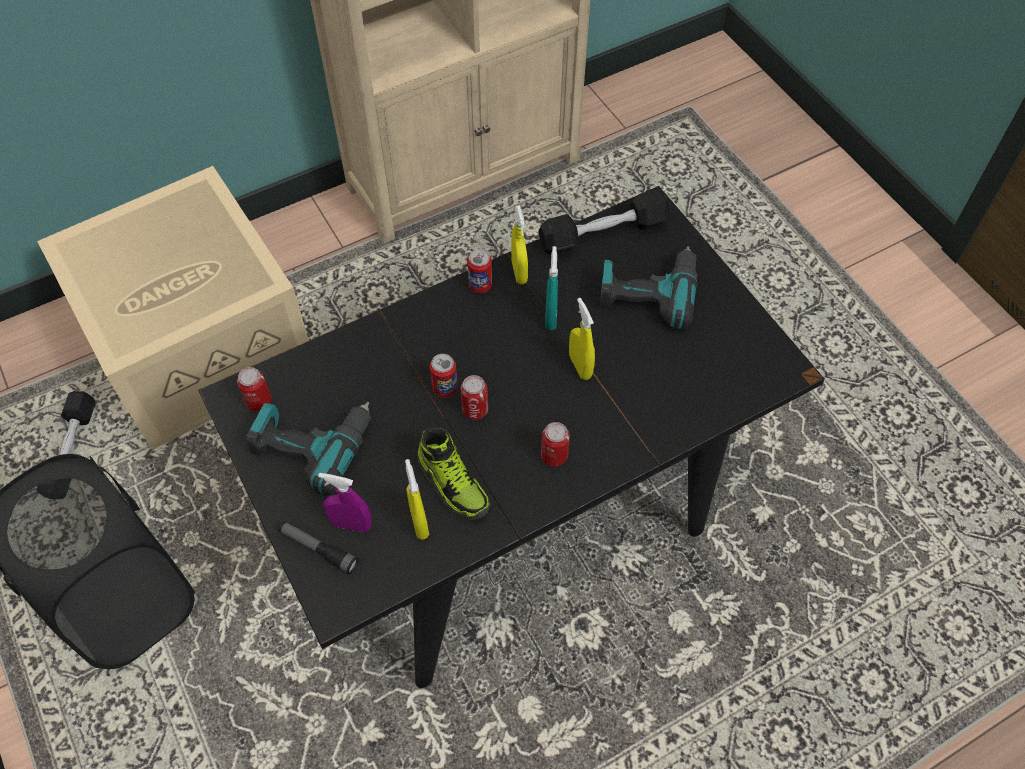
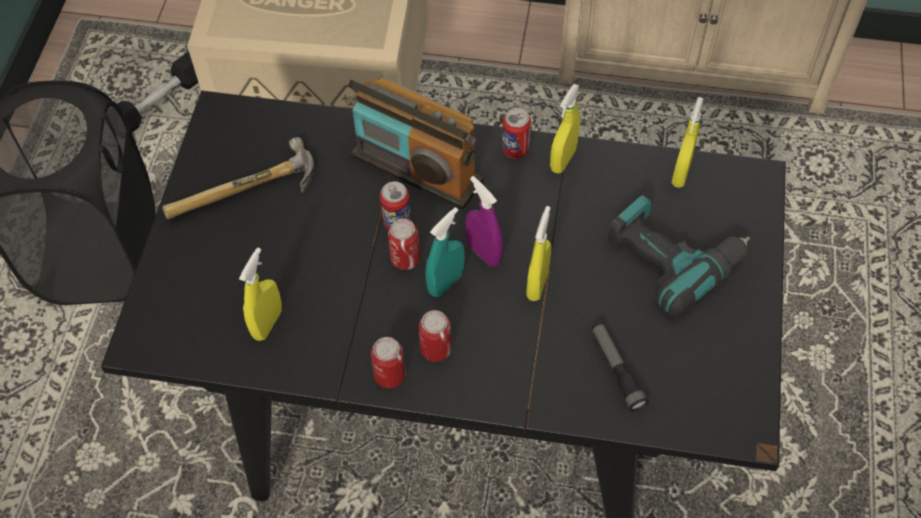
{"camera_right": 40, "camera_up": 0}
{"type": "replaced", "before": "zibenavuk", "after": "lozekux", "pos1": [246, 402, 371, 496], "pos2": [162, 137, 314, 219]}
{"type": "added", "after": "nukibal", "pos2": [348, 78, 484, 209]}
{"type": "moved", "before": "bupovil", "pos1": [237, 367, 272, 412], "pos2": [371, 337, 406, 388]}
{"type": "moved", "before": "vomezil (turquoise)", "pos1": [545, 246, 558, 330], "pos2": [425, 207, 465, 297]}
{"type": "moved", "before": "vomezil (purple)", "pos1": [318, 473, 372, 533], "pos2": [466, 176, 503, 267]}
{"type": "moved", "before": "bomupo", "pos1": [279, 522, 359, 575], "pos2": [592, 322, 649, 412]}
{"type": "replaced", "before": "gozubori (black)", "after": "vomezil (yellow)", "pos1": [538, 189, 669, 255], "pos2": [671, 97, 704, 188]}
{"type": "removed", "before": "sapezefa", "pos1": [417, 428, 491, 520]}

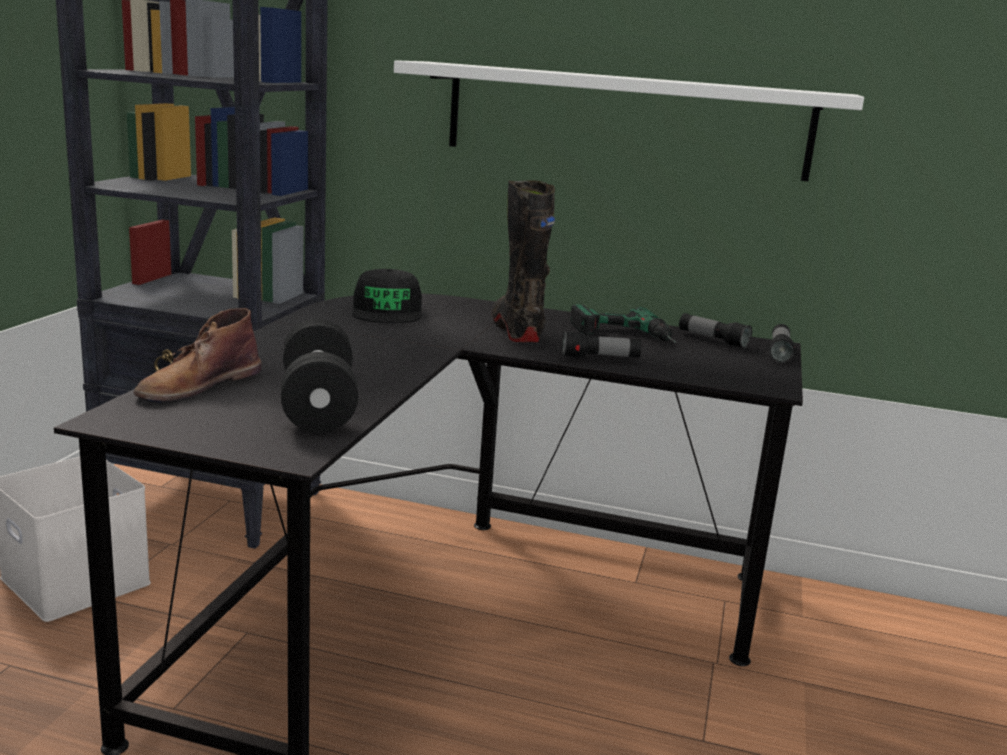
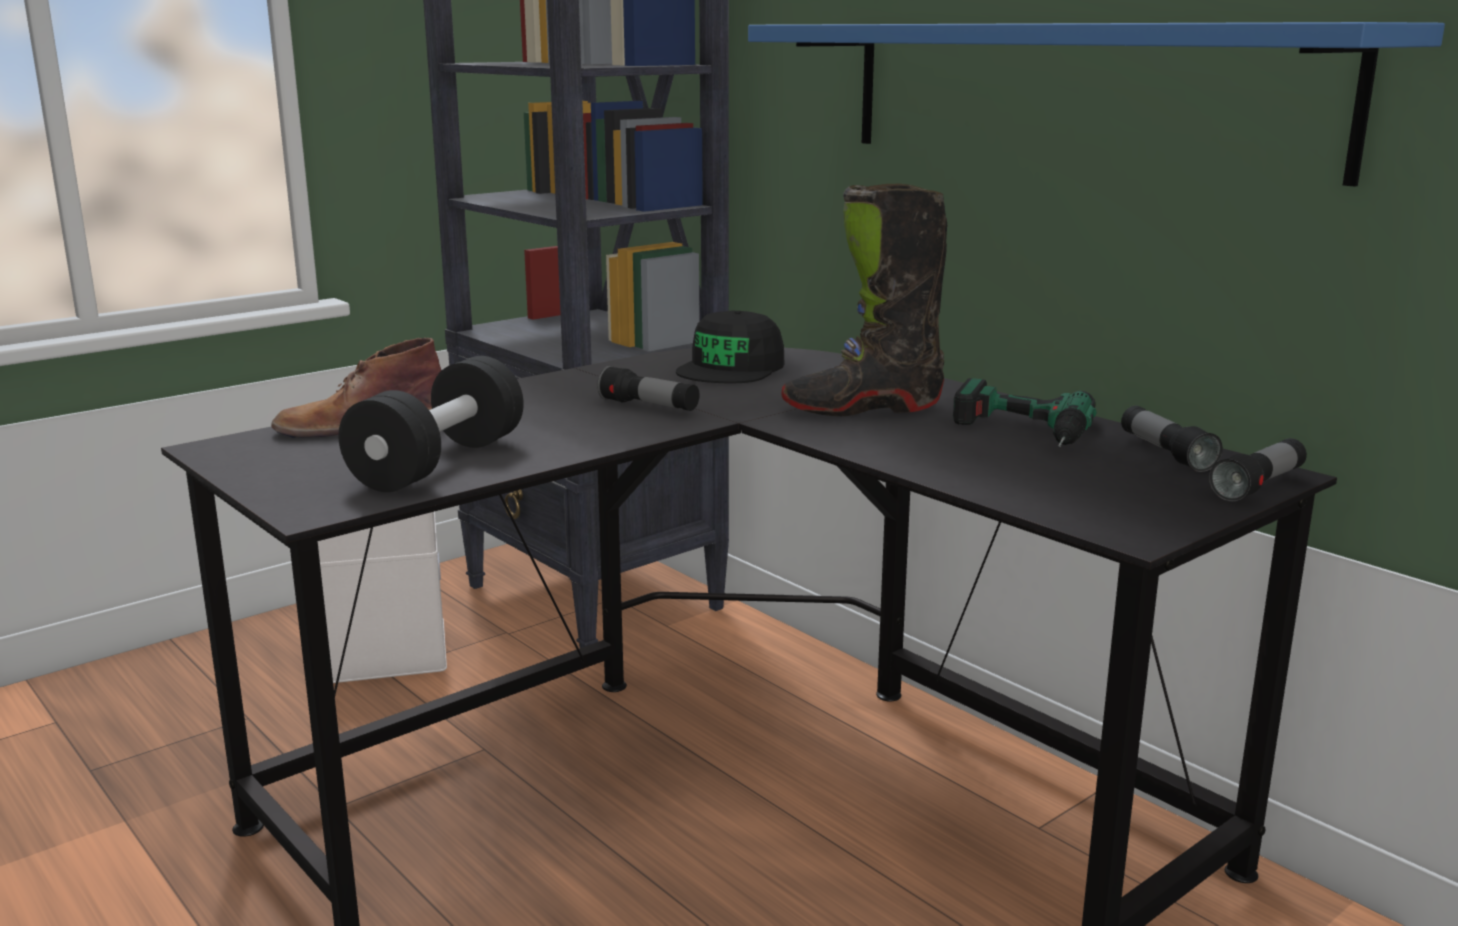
{"camera_right": 35, "camera_up": 0}
{"type": "moved", "before": "bomupo", "pos1": [562, 331, 642, 358], "pos2": [597, 366, 699, 411]}
{"type": "recoloured", "before": "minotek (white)", "after": "minotek (blue)", "pos1": [394, 60, 864, 181], "pos2": [748, 22, 1445, 187]}
{"type": "turned", "before": "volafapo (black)", "pos1": [491, 181, 555, 342], "pos2": [781, 184, 948, 416], "turn": -120}

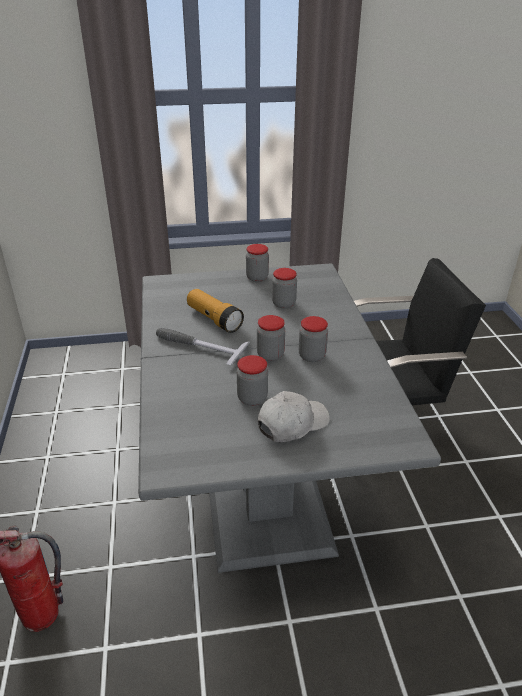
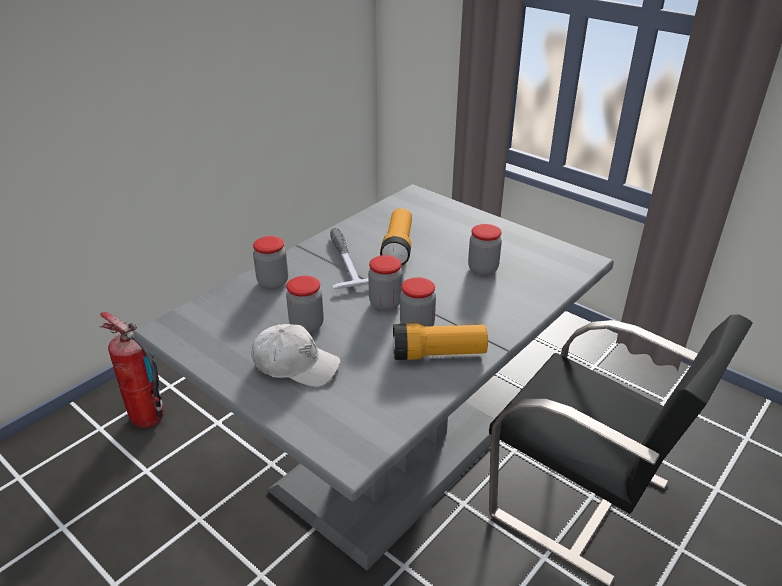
{"camera_right": 50, "camera_up": 0}
{"type": "moved", "before": "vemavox", "pos1": [246, 244, 269, 282], "pos2": [253, 236, 288, 289]}
{"type": "added", "after": "bomupo", "pos2": [393, 323, 488, 360]}

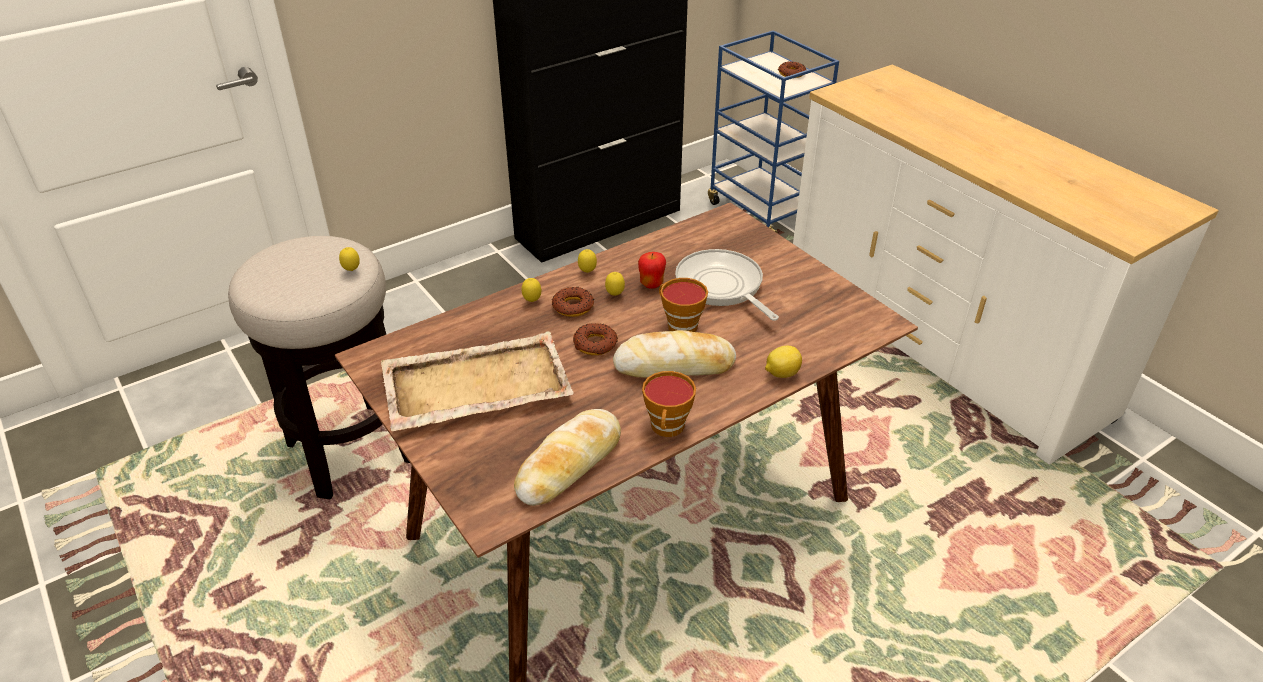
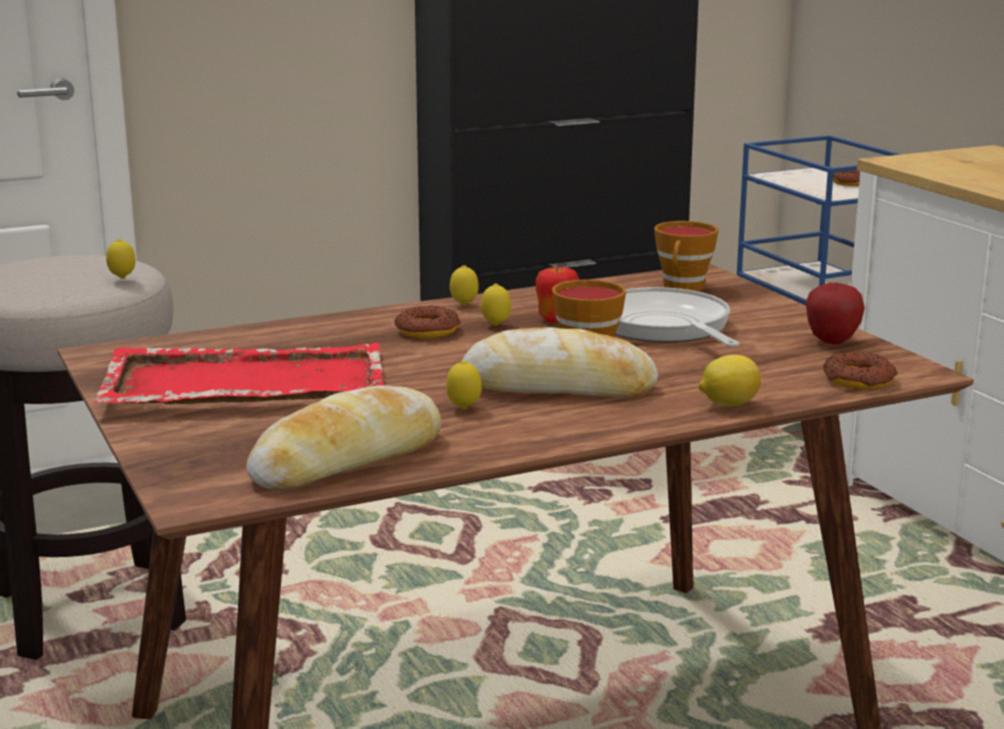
{"camera_right": 10, "camera_up": -20}
{"type": "recoloured", "before": "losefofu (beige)", "after": "losefofu (red)", "pos1": [381, 331, 574, 431], "pos2": [92, 343, 384, 404]}
{"type": "moved", "before": "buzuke", "pos1": [522, 278, 541, 302], "pos2": [446, 361, 482, 409]}
{"type": "moved", "before": "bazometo", "pos1": [642, 371, 696, 437], "pos2": [654, 221, 719, 291]}
{"type": "added", "after": "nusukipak", "pos2": [806, 282, 865, 344]}
{"type": "moved", "before": "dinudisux", "pos1": [573, 323, 618, 355], "pos2": [823, 352, 897, 389]}

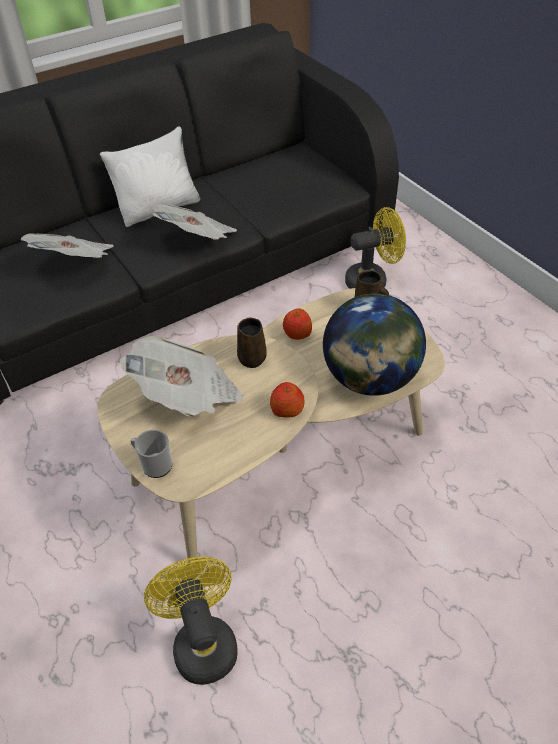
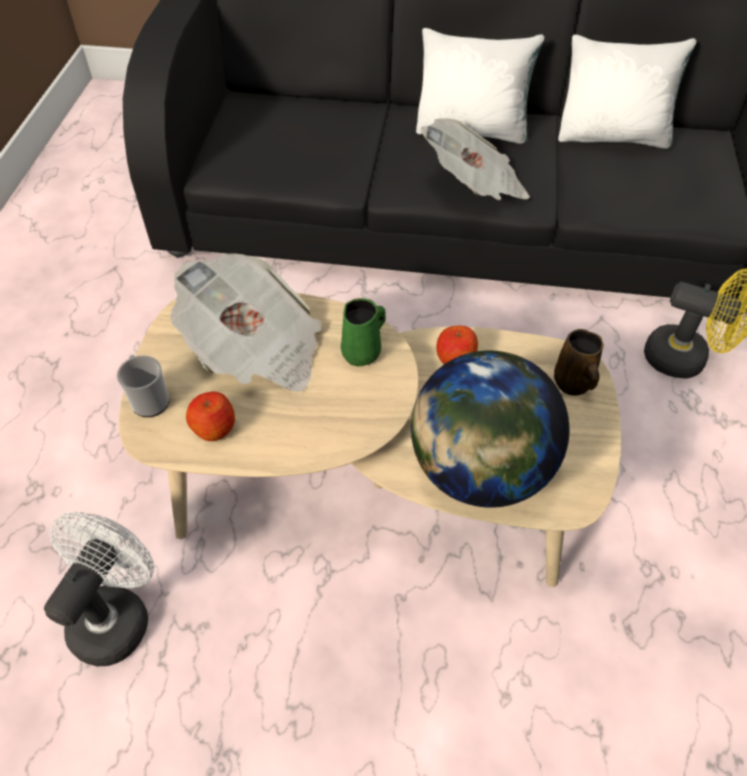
{"camera_right": 40, "camera_up": 5}
{"type": "recoloured", "before": "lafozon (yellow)", "after": "lafozon (white)", "pos1": [144, 557, 238, 685], "pos2": [44, 512, 154, 666]}
{"type": "moved", "before": "nusukipak", "pos1": [270, 382, 305, 418], "pos2": [186, 392, 235, 441]}
{"type": "recoloured", "before": "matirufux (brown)", "after": "matirufux (green)", "pos1": [237, 317, 267, 368], "pos2": [341, 298, 386, 367]}
{"type": "added", "after": "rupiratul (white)", "pos2": [558, 35, 696, 149]}
{"type": "removed", "before": "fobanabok", "pos1": [21, 233, 114, 258]}

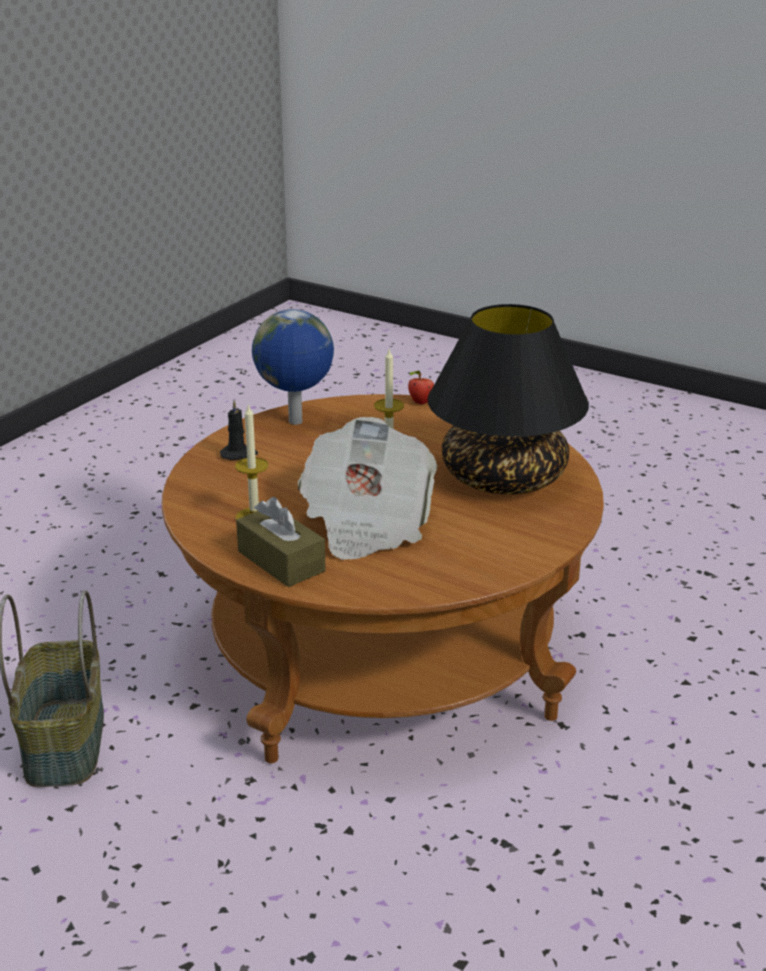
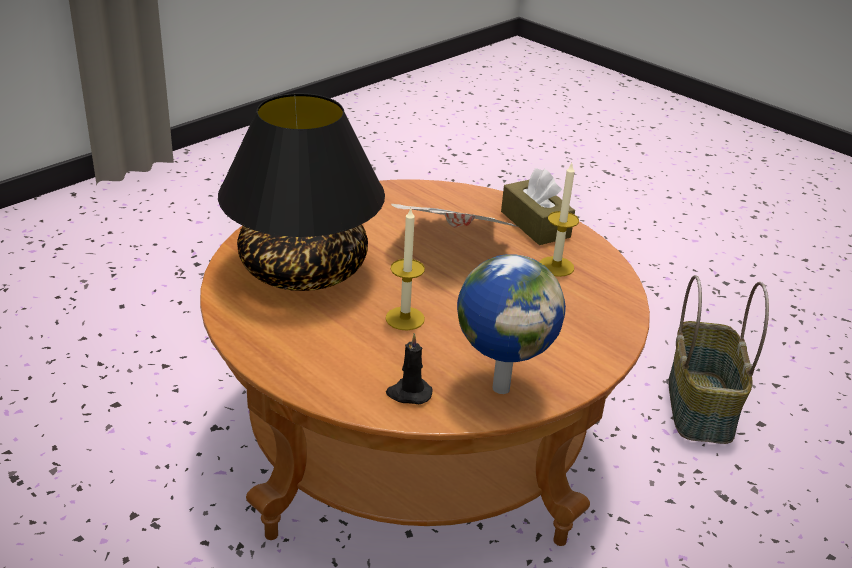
{"camera_right": -170, "camera_up": 5}
{"type": "moved", "before": "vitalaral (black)", "pos1": [220, 399, 258, 460], "pos2": [386, 333, 432, 404]}
{"type": "removed", "before": "nusukipak", "pos1": [408, 371, 434, 405]}

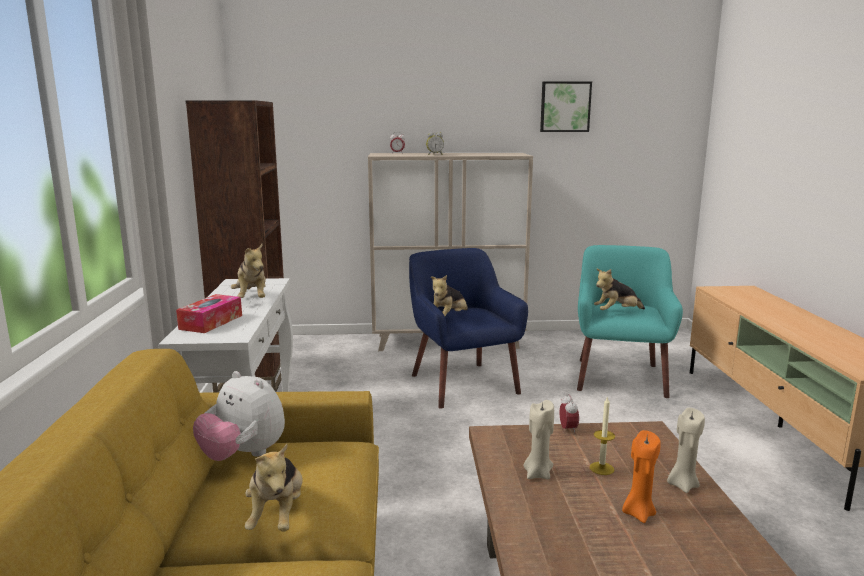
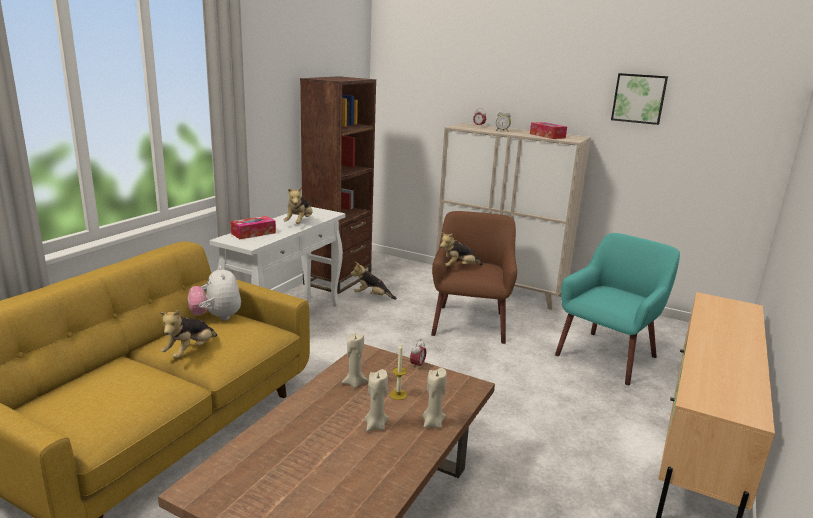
{"camera_right": 30, "camera_up": 5}
{"type": "moved", "before": "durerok", "pos1": [594, 269, 645, 310], "pos2": [351, 262, 397, 300]}
{"type": "recoloured", "before": "vitalaral (orange)", "after": "vitalaral (beige)", "pos1": [622, 430, 661, 523], "pos2": [365, 369, 388, 431]}
{"type": "recoloured", "before": "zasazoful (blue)", "after": "zasazoful (brown)", "pos1": [409, 248, 528, 409], "pos2": [431, 211, 517, 344]}
{"type": "added", "after": "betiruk", "pos2": [530, 122, 567, 139]}

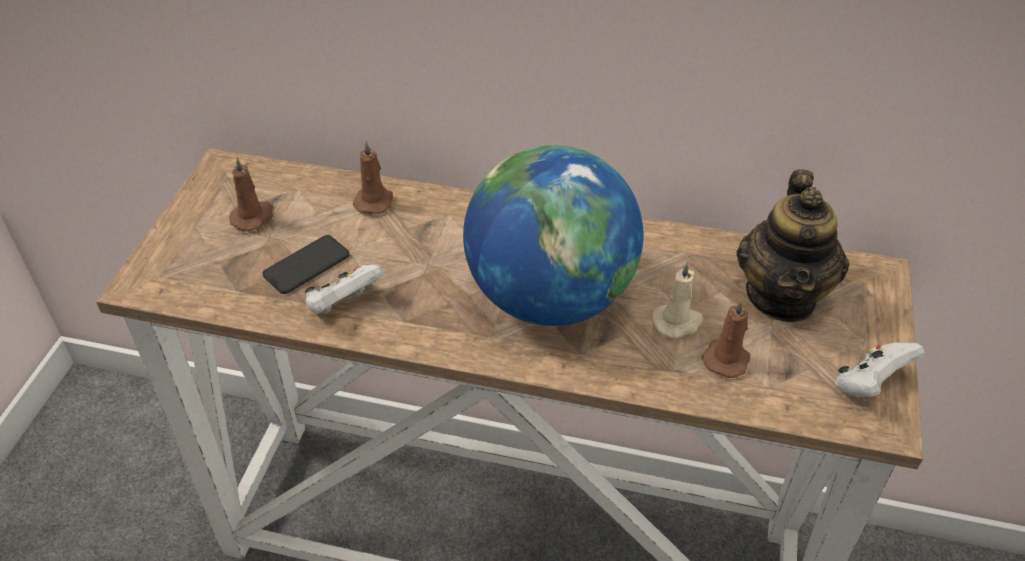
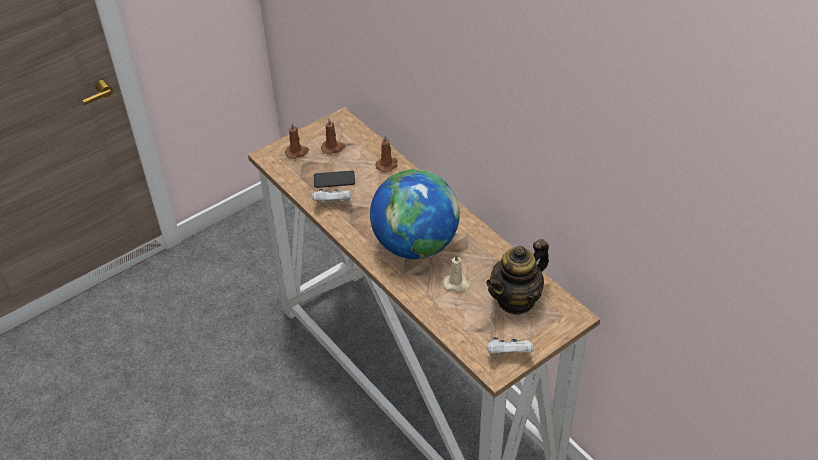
{"camera_right": 40, "camera_up": 0}
{"type": "moved", "before": "vitalaral (brown)", "pos1": [702, 299, 750, 378], "pos2": [285, 122, 309, 159]}

